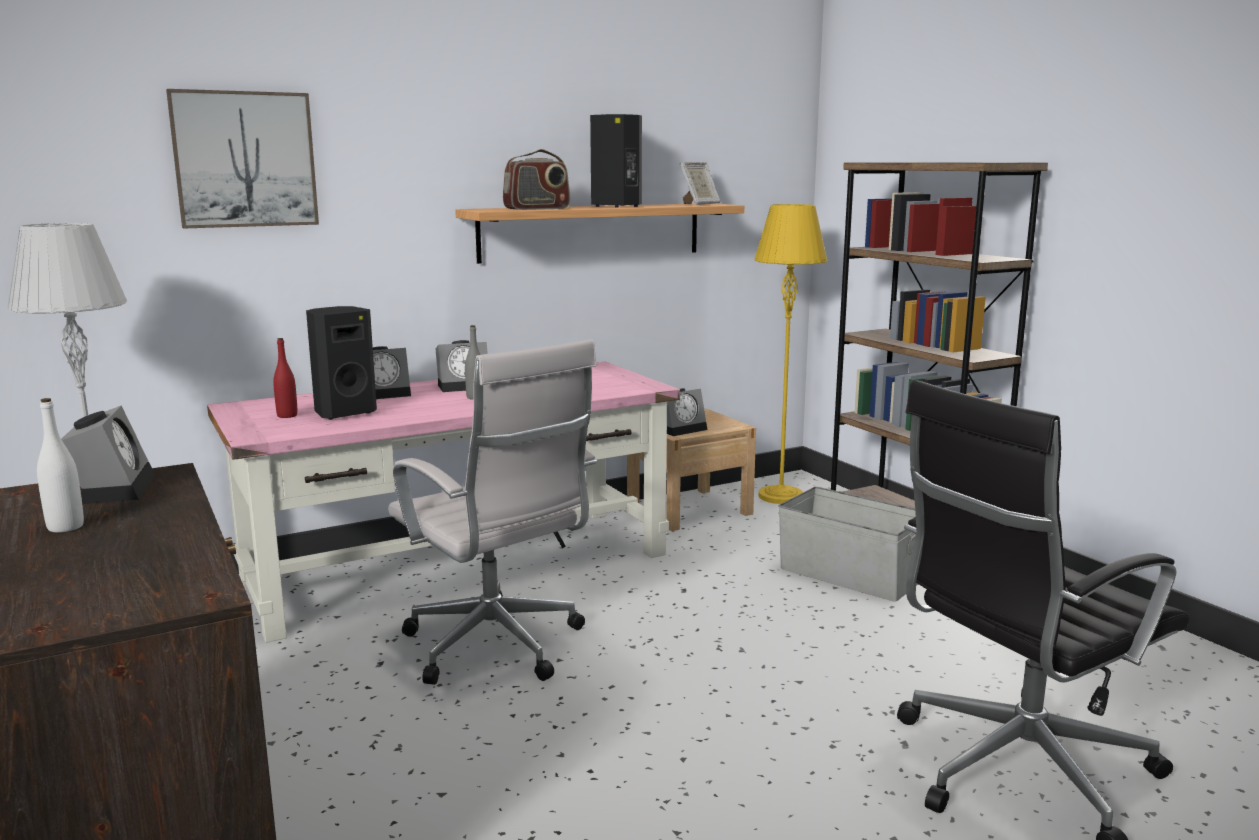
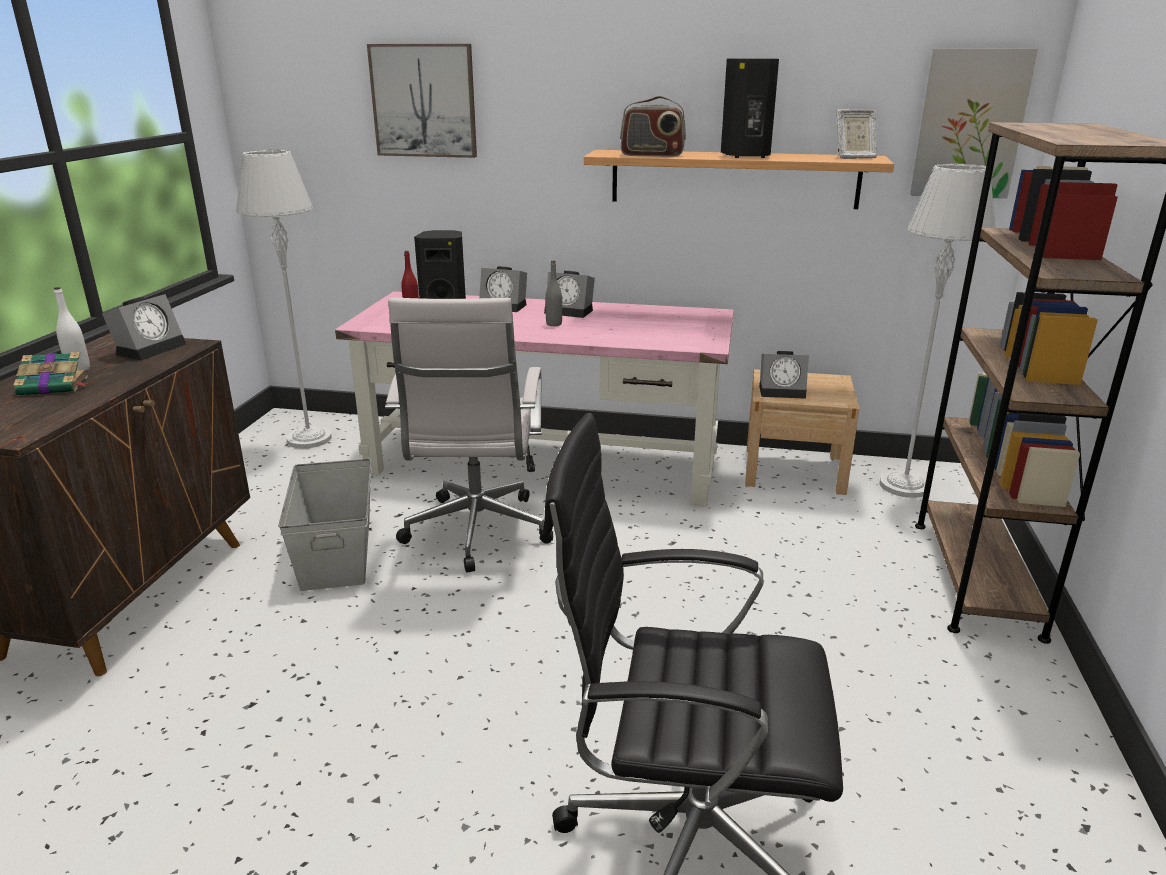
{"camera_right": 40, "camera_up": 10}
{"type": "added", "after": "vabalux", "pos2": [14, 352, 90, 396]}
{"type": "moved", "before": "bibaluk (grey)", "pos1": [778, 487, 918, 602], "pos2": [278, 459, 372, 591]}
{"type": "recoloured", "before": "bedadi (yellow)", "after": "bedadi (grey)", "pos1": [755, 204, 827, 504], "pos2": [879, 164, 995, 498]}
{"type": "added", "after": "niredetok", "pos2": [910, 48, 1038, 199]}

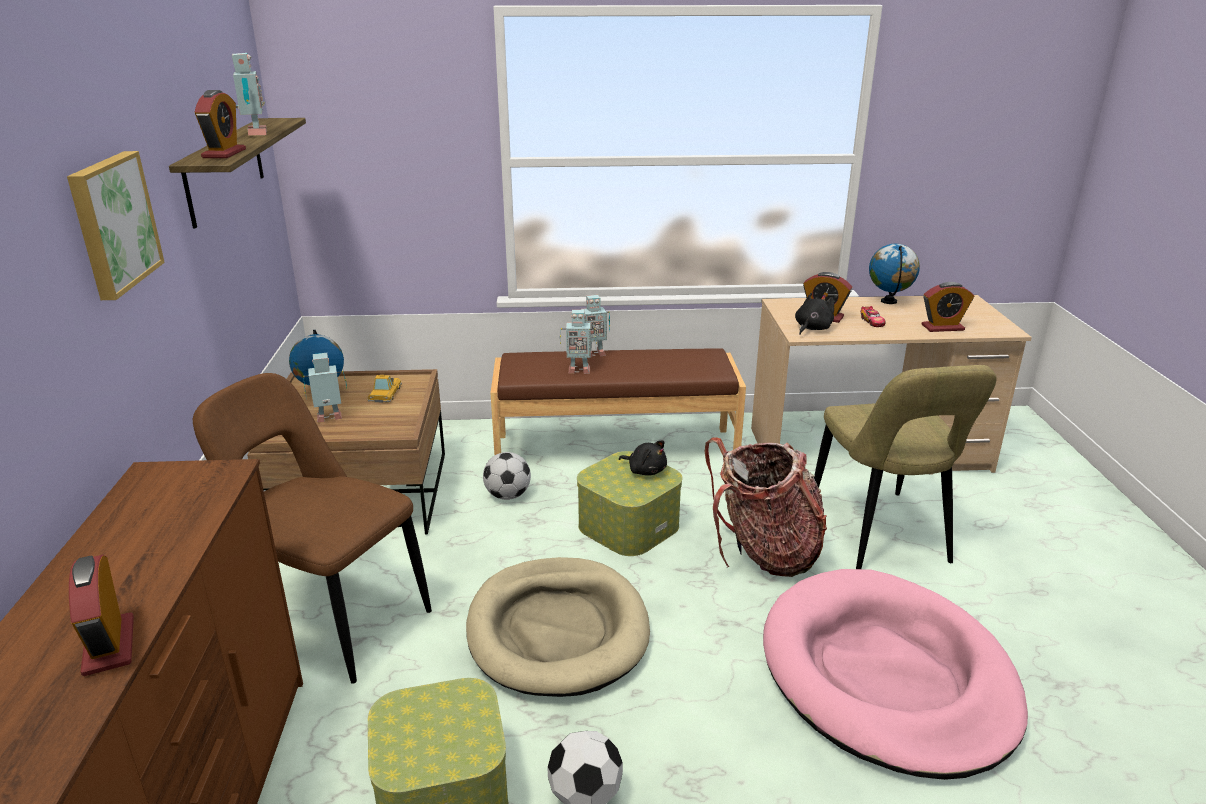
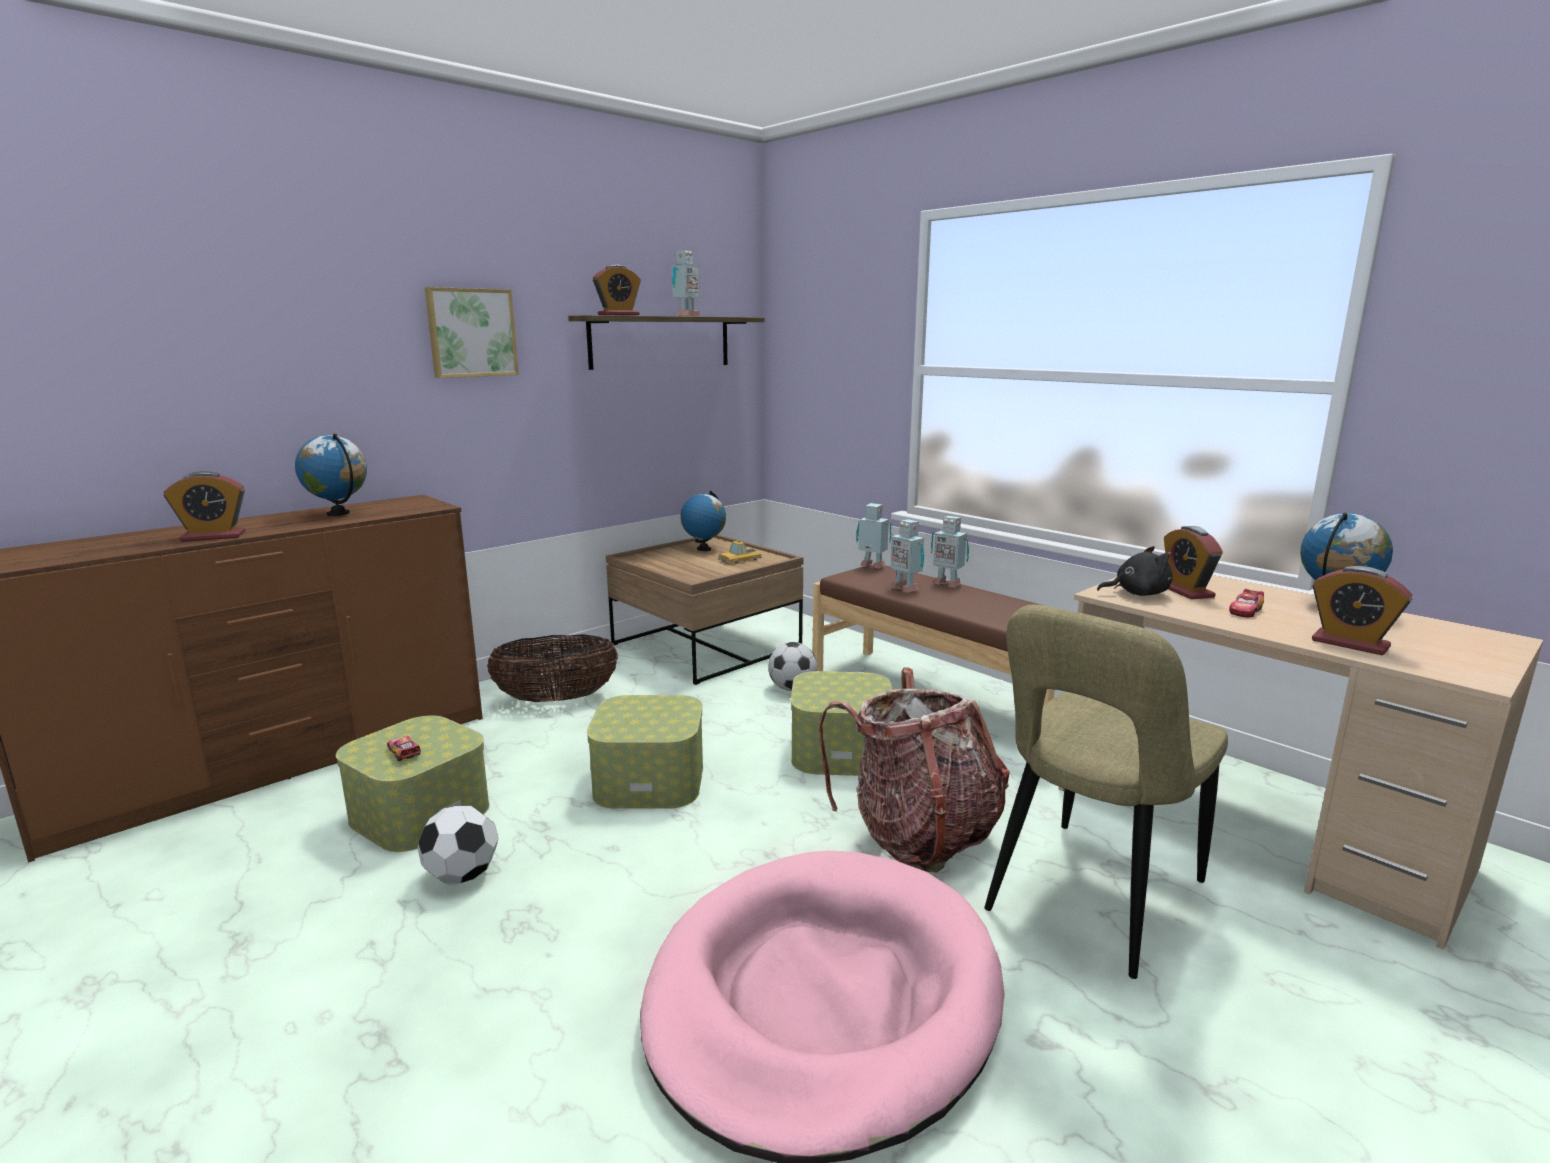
{"camera_right": 50, "camera_up": -10}
{"type": "turned", "before": "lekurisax", "pos1": [69, 555, 134, 676], "pos2": [163, 471, 246, 542], "turn": -135}
{"type": "added", "after": "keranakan", "pos2": [295, 433, 367, 516]}
{"type": "added", "after": "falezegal", "pos2": [387, 736, 421, 761]}
{"type": "replaced", "before": "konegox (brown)", "after": "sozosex", "pos1": [193, 373, 432, 684], "pos2": [487, 634, 618, 703]}
{"type": "replaced", "before": "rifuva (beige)", "after": "bibaluk", "pos1": [466, 557, 650, 697], "pos2": [587, 695, 703, 809]}
{"type": "moved", "before": "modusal", "pos1": [303, 353, 347, 422], "pos2": [856, 503, 891, 568]}
{"type": "removed", "before": "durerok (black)", "pos1": [619, 440, 667, 476]}

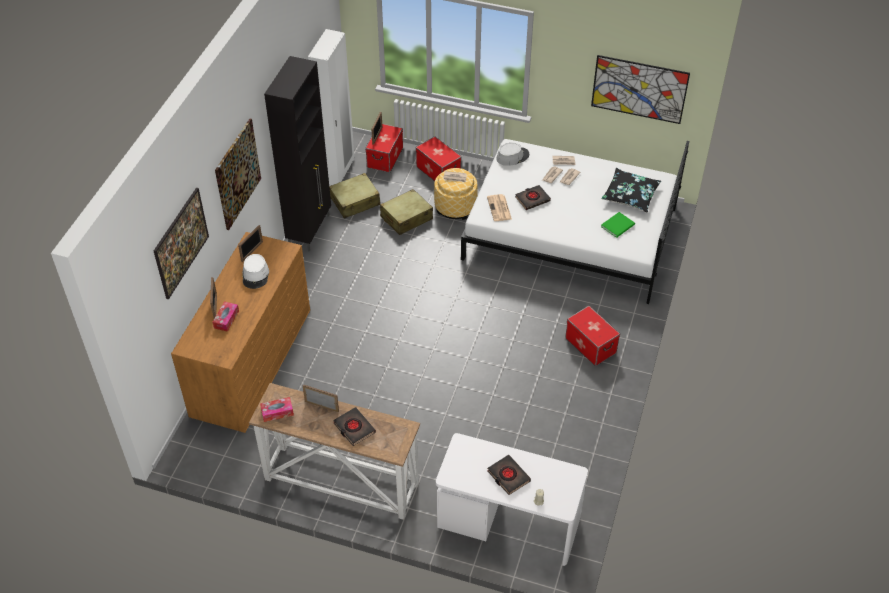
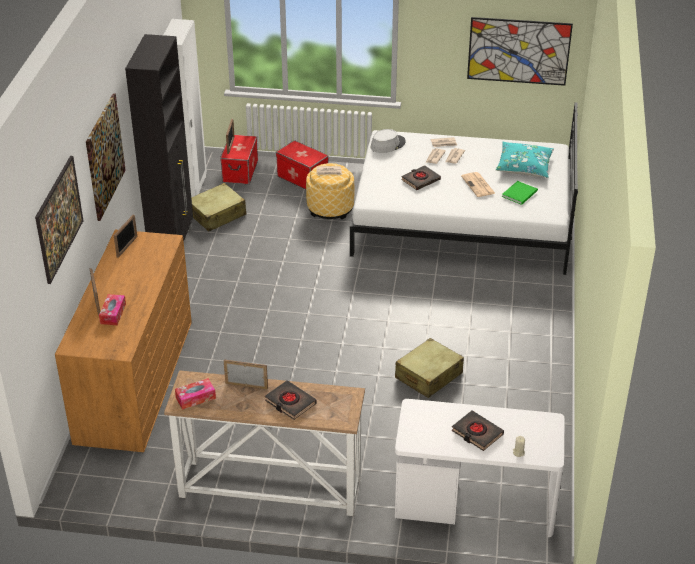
{"camera_right": -10, "camera_up": -10}
{"type": "moved", "before": "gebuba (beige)", "pos1": [380, 189, 433, 235], "pos2": [395, 338, 464, 398]}
{"type": "moved", "before": "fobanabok", "pos1": [487, 194, 512, 221], "pos2": [461, 172, 496, 197]}
{"type": "recoloured", "before": "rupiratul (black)", "after": "rupiratul (turquoise)", "pos1": [601, 168, 661, 213], "pos2": [496, 141, 554, 178]}
{"type": "removed", "before": "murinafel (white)", "pos1": [242, 254, 269, 289]}
{"type": "removed", "before": "bibaluk", "pos1": [565, 306, 620, 366]}

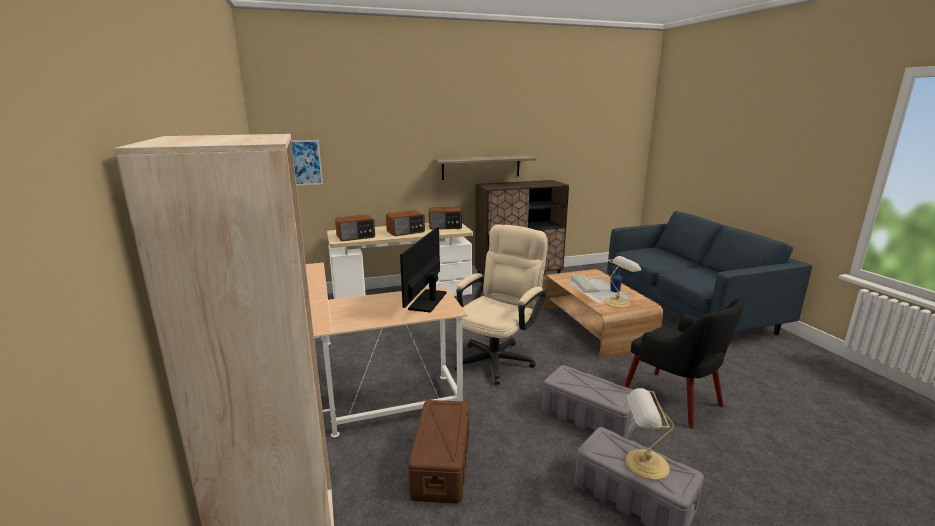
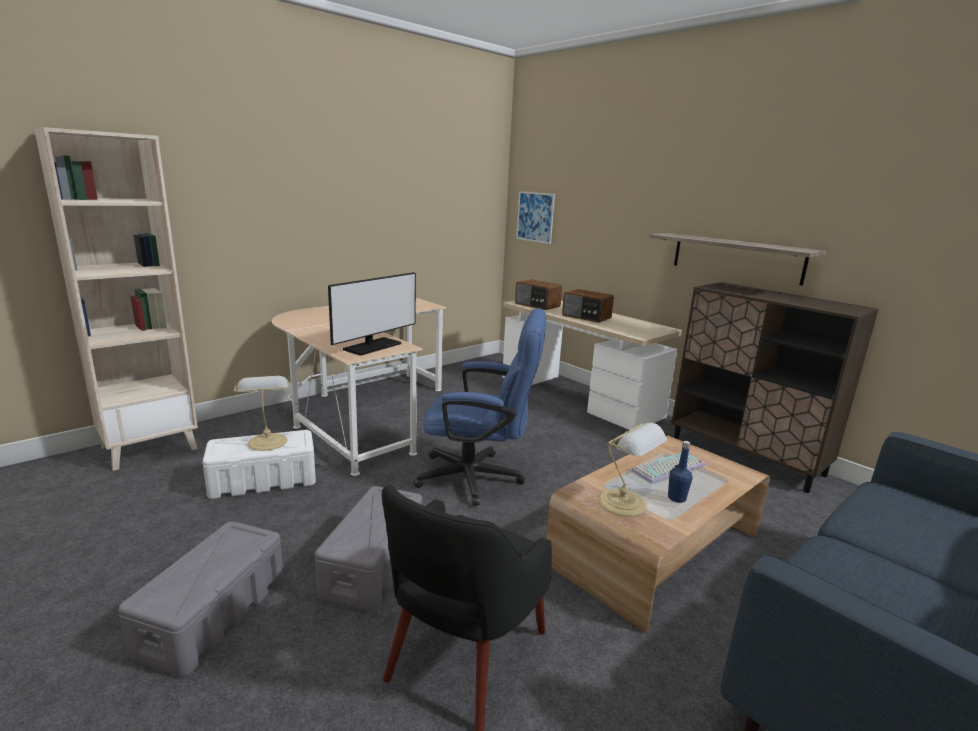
{"camera_right": 65, "camera_up": 0}
{"type": "recoloured", "before": "bibaluk (brown)", "after": "bibaluk (white)", "pos1": [408, 400, 469, 503], "pos2": [203, 430, 316, 499]}
{"type": "moved", "before": "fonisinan", "pos1": [625, 388, 674, 480], "pos2": [234, 376, 291, 451]}
{"type": "turned", "before": "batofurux", "pos1": [400, 227, 447, 313], "pos2": [328, 272, 416, 356], "turn": 135}
{"type": "recoloured", "before": "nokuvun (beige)", "after": "nokuvun (blue)", "pos1": [454, 224, 547, 385], "pos2": [413, 308, 546, 506]}
{"type": "removed", "before": "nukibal", "pos1": [429, 207, 462, 230]}

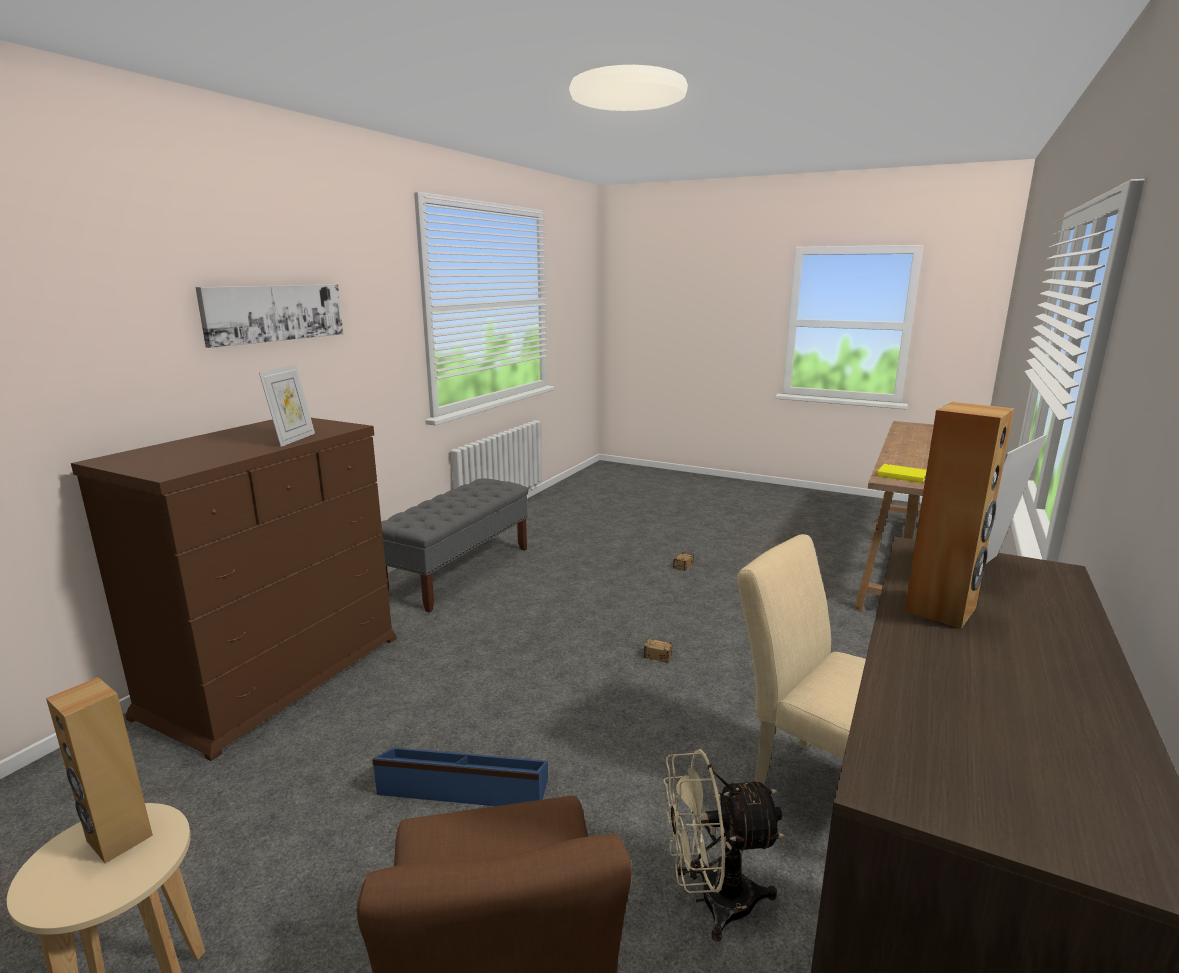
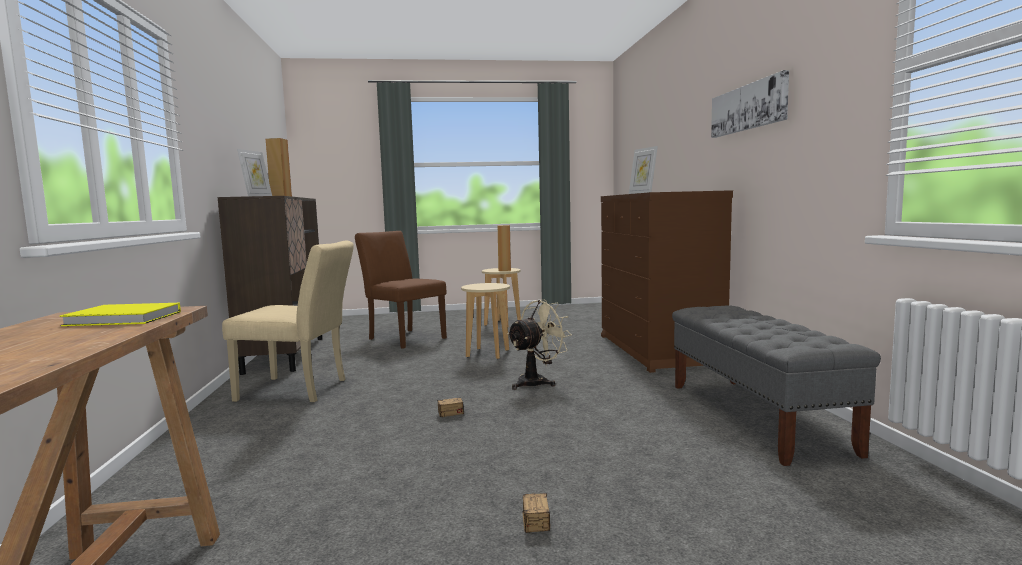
{"camera_right": 145, "camera_up": -10}
{"type": "replaced", "before": "bibaluk (blue)", "after": "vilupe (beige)", "pos1": [372, 747, 548, 806], "pos2": [461, 283, 510, 359]}
{"type": "moved", "before": "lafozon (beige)", "pos1": [663, 749, 784, 942], "pos2": [507, 299, 572, 390]}

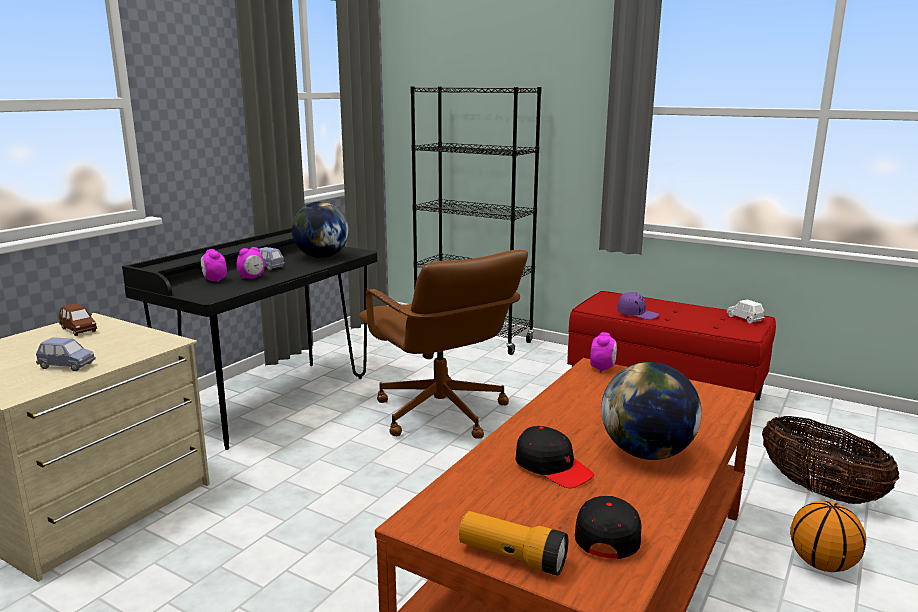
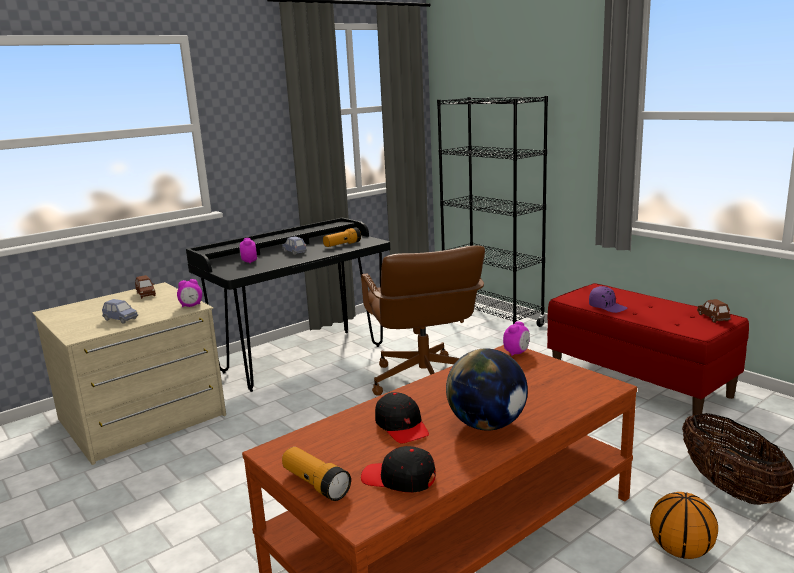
{"camera_right": 20, "camera_up": 0}
{"type": "moved", "before": "lekurisax", "pos1": [236, 247, 265, 279], "pos2": [177, 279, 202, 307]}
{"type": "replaced", "before": "keranakan", "after": "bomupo", "pos1": [292, 202, 349, 258], "pos2": [323, 227, 361, 247]}
{"type": "turned", "before": "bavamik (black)", "pos1": [575, 496, 642, 559], "pos2": [361, 446, 436, 493], "turn": -105}
{"type": "recoloured", "before": "falezegal (white)", "after": "falezegal (brown)", "pos1": [727, 299, 765, 323], "pos2": [697, 299, 731, 323]}

